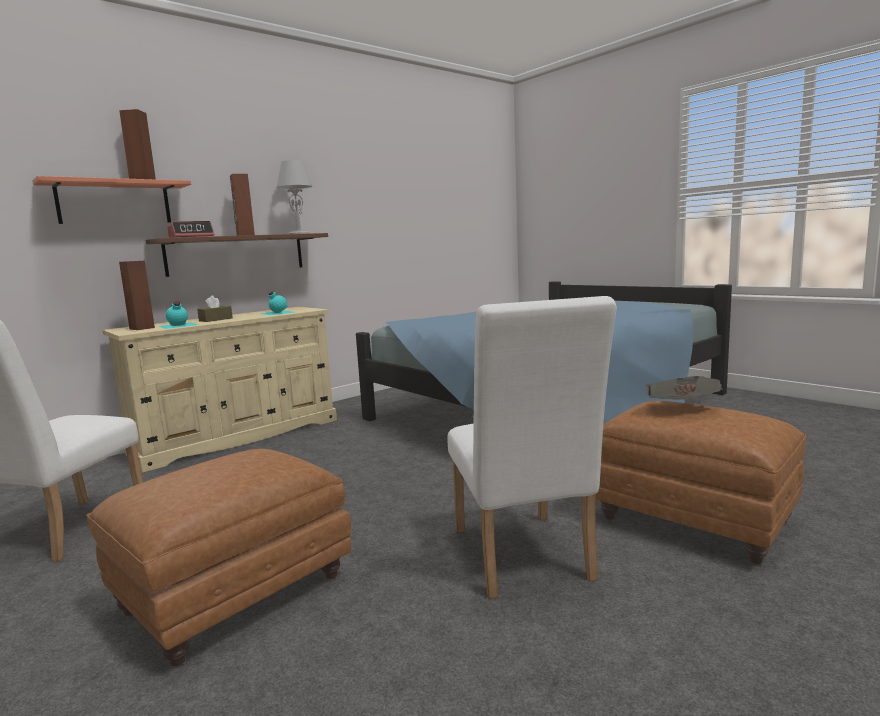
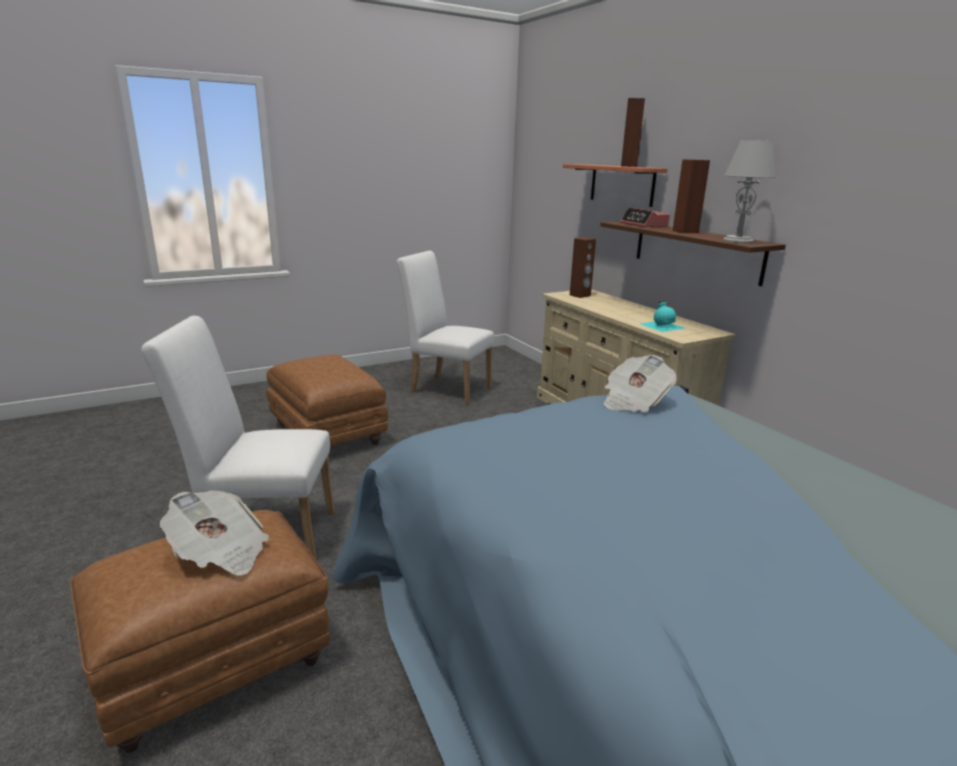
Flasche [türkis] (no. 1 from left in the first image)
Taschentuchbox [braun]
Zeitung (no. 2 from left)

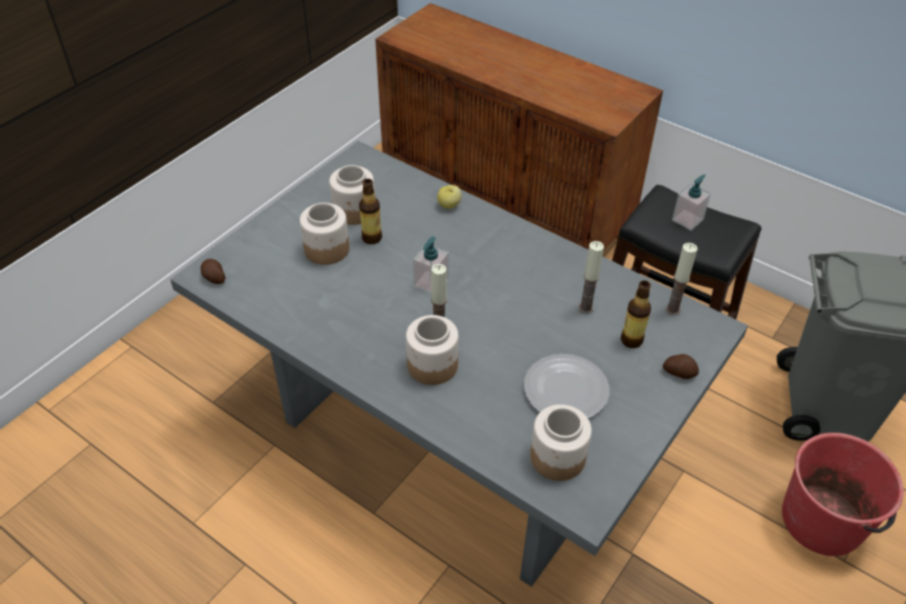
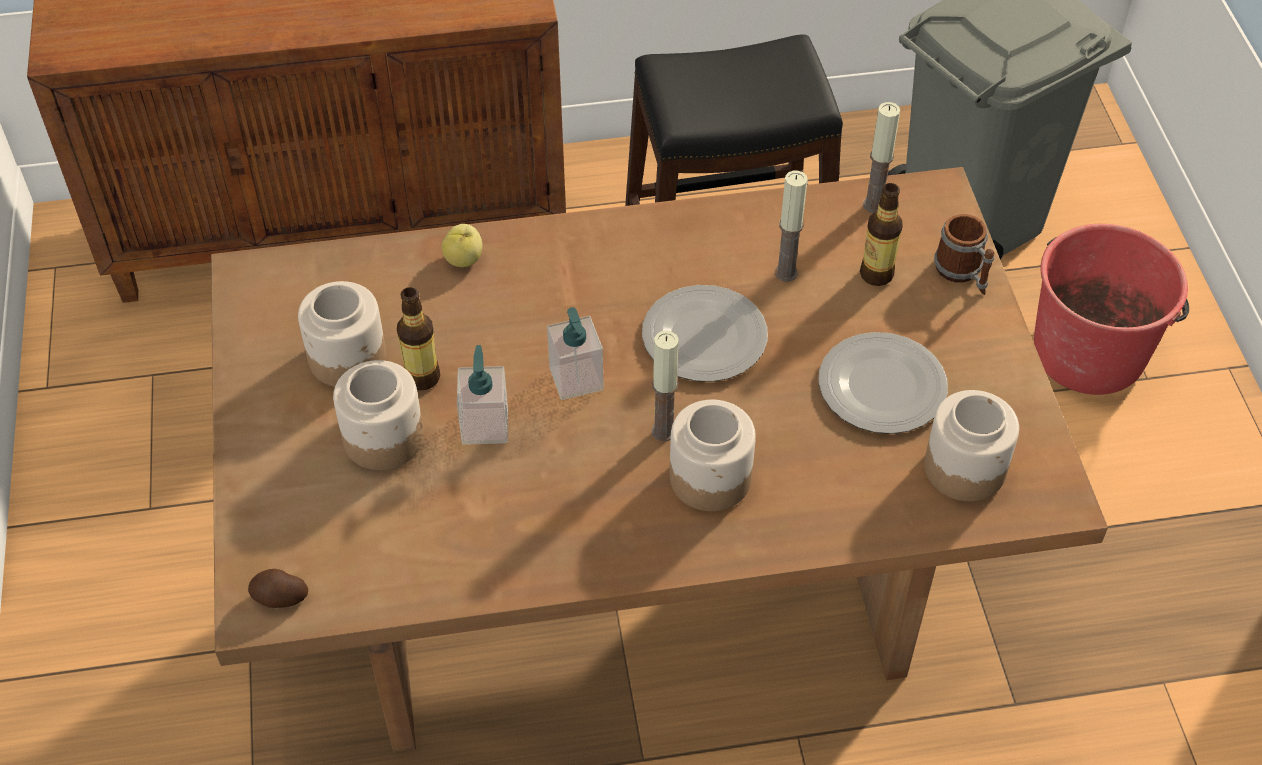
Teller (no. 1 from left)
Seifenspender (no. 1 from left)
Henkelbecher
Esstisch [braun]

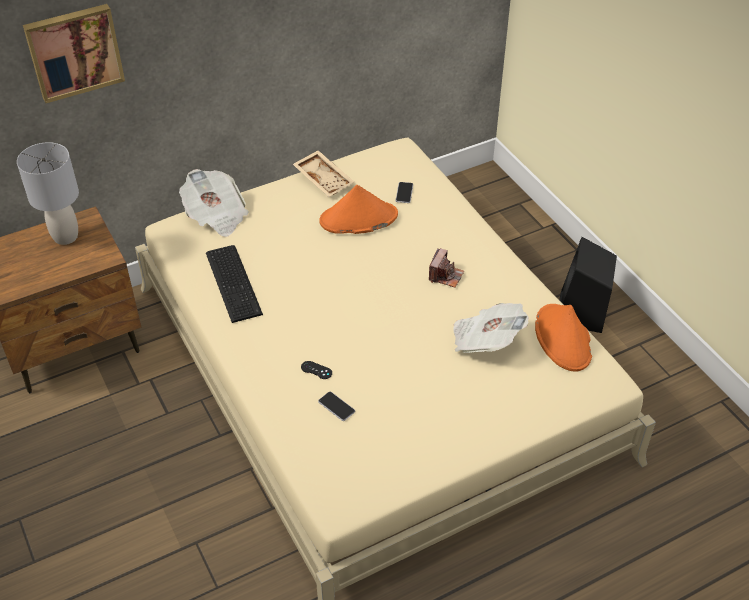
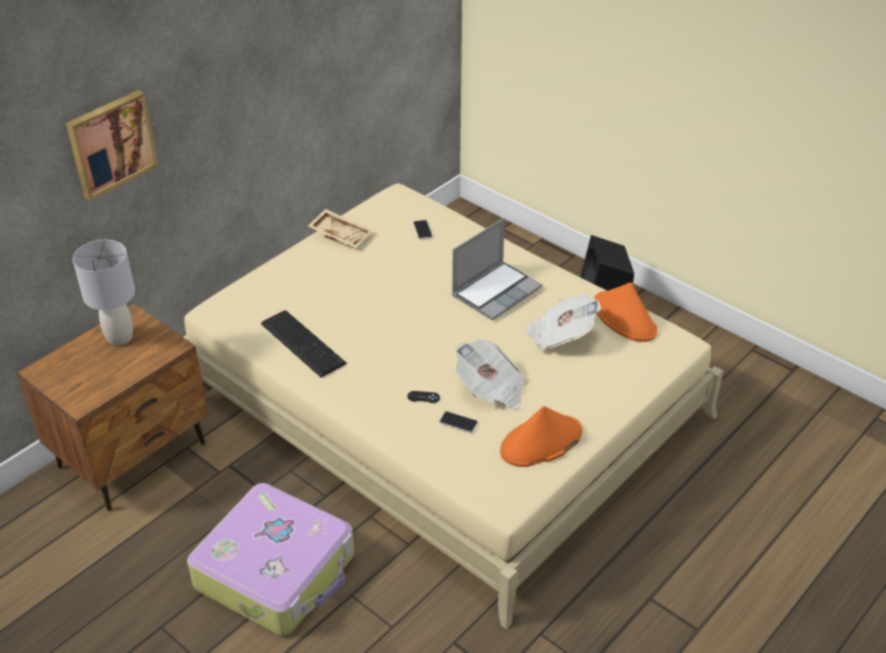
Koffer
Zeitung (no. 1 from left)
Hut [orange] (no. 1 from left)
Laptop

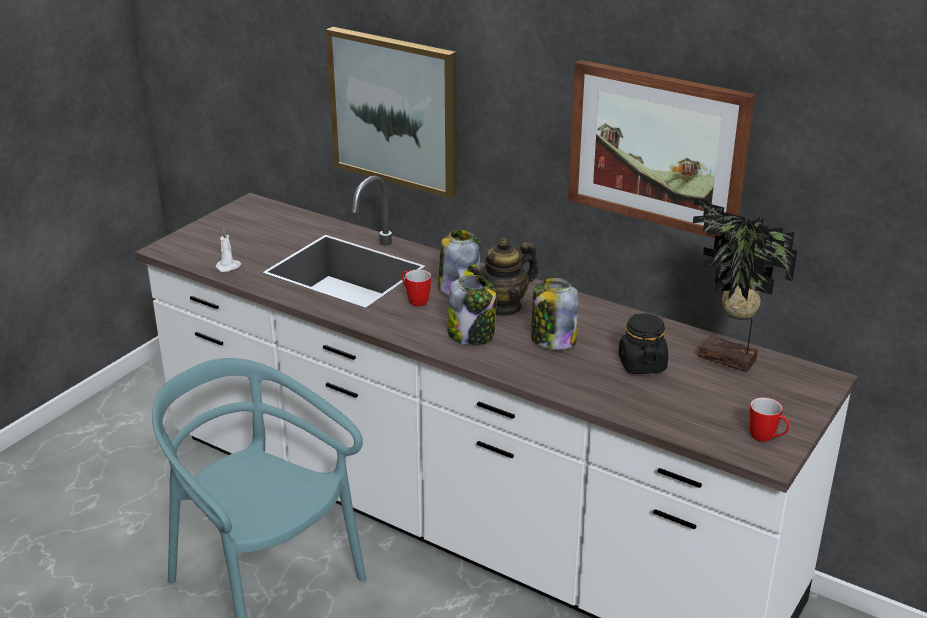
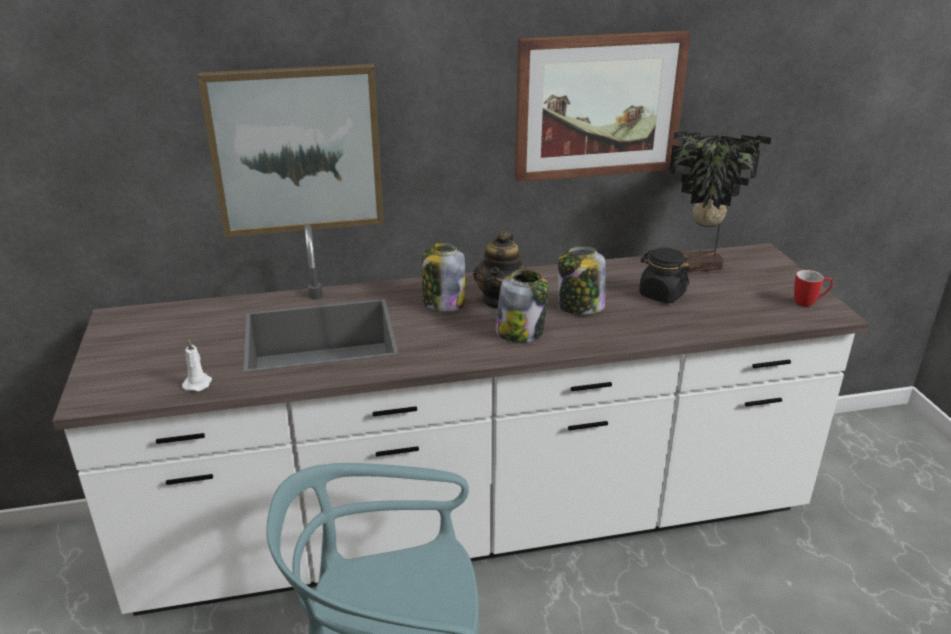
Henkelbecher (no. 1 from left in the first image)

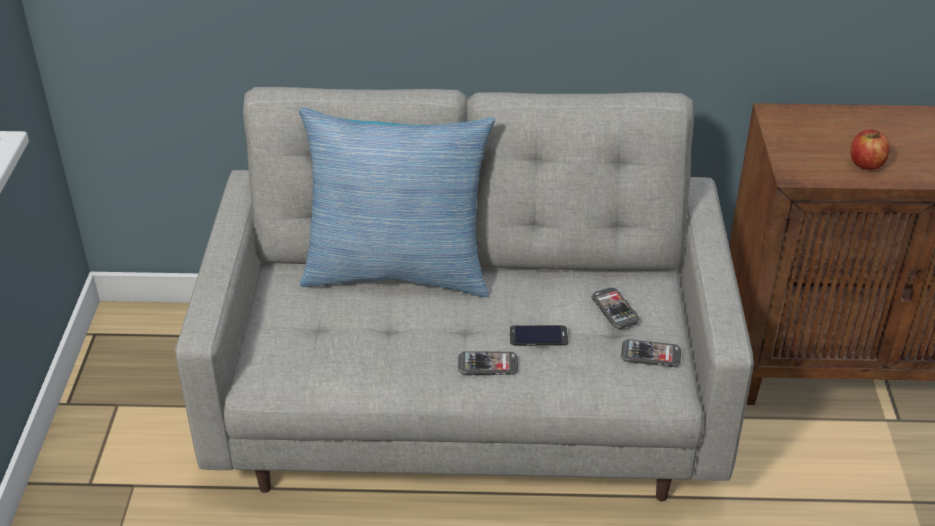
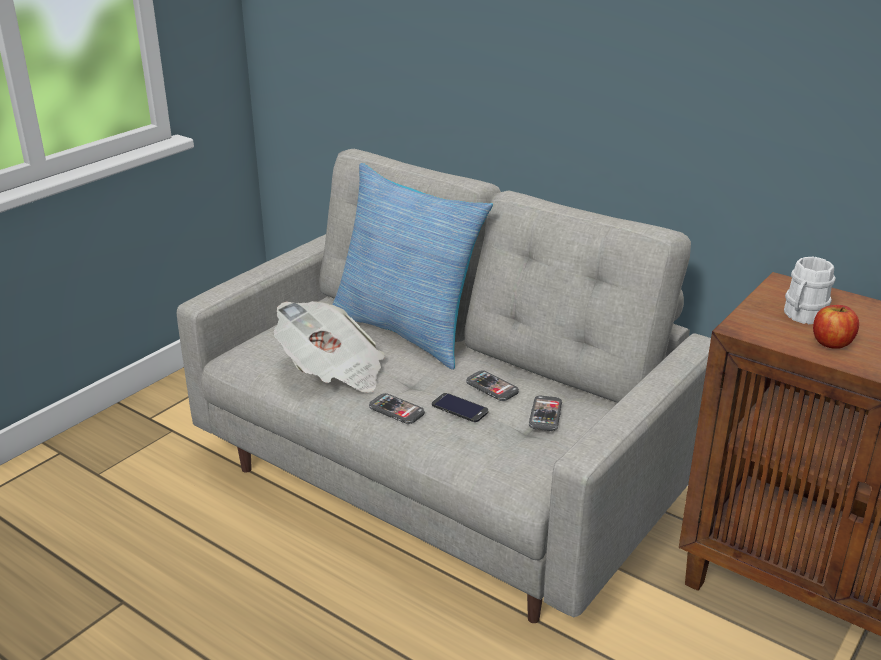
Zeitung
Henkelbecher [weiß]
Handy (no. 3 from left)

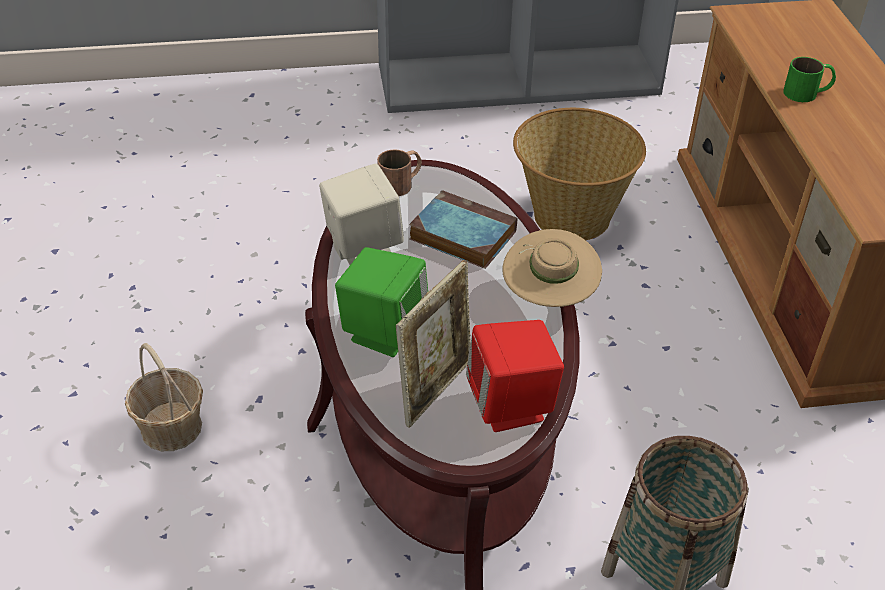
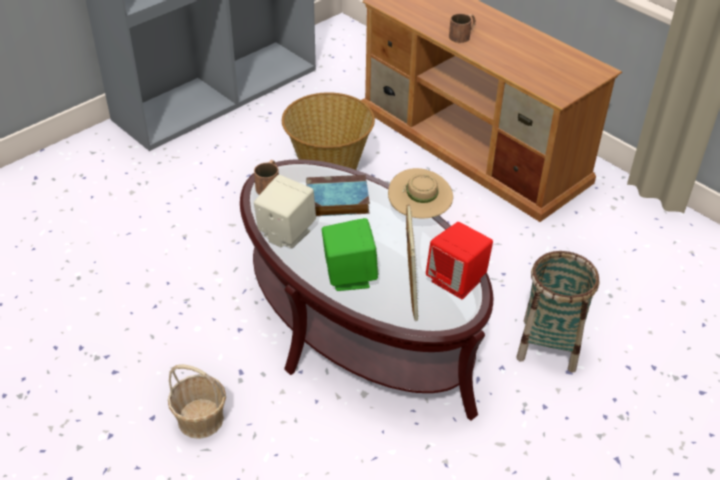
Henkelbecher [braun] (no. 2 from left)

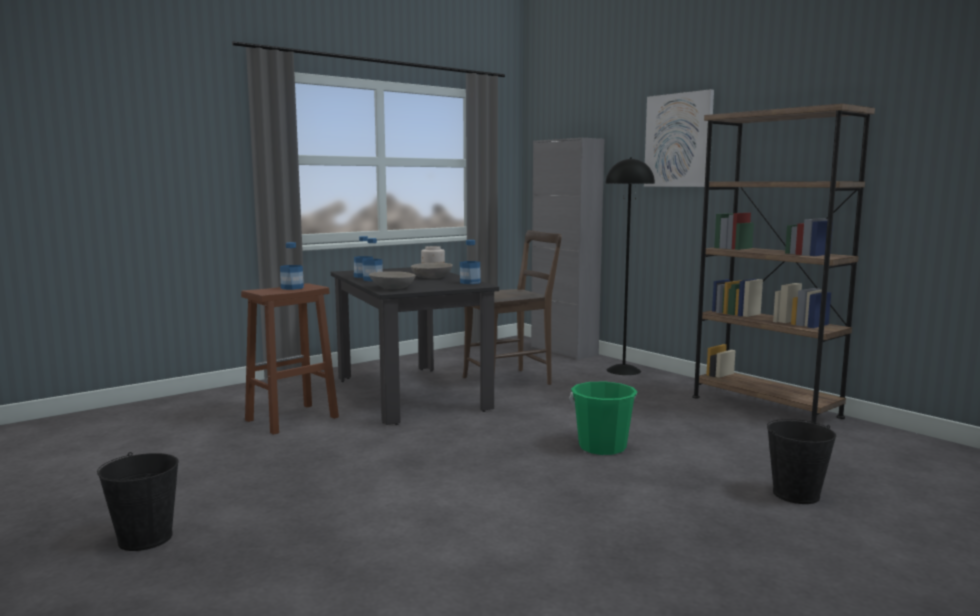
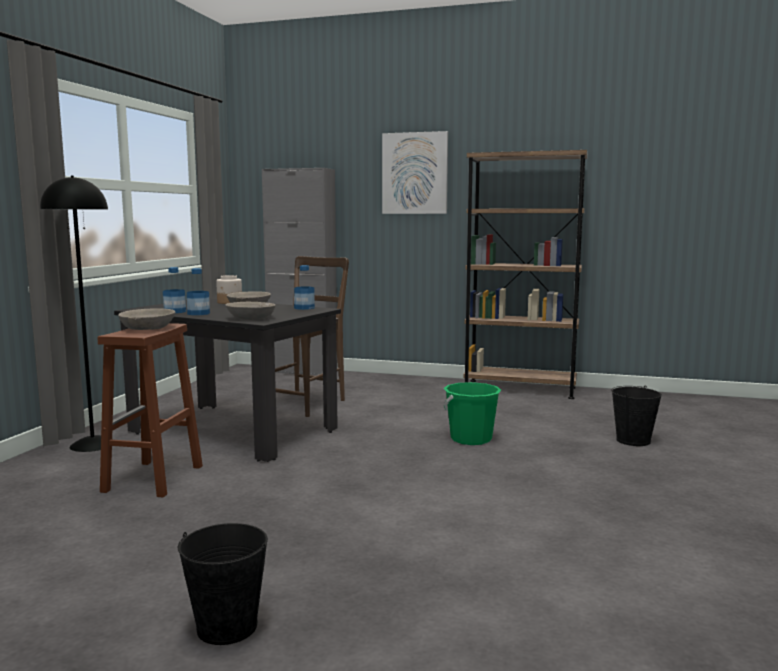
Stehlampe [schwarz]
Schüssel [grau] (no. 1 from left)

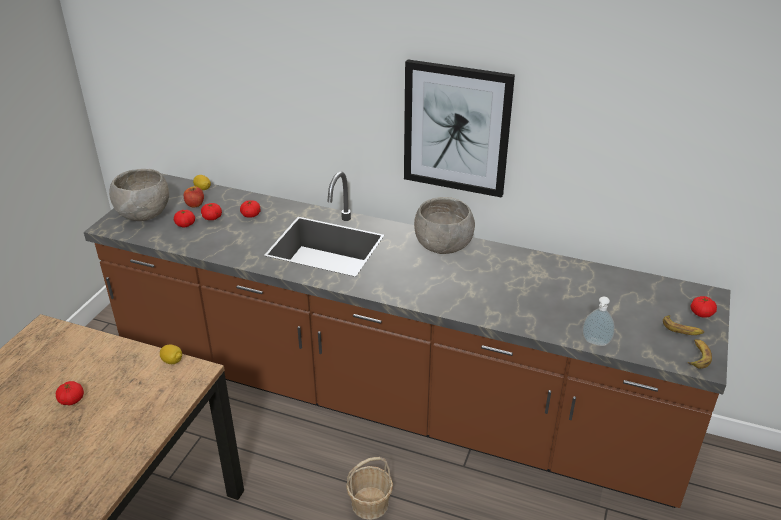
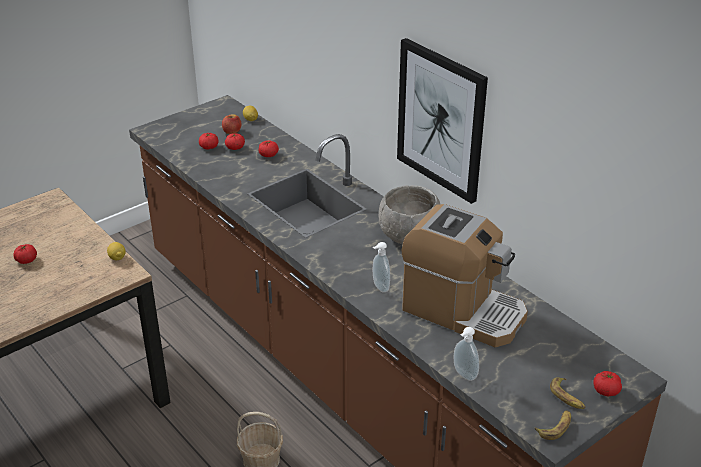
Schüssel [grau] (no. 1 from left in the first image)
Seifenspender (no. 1 from left)
Kaffeemaschine

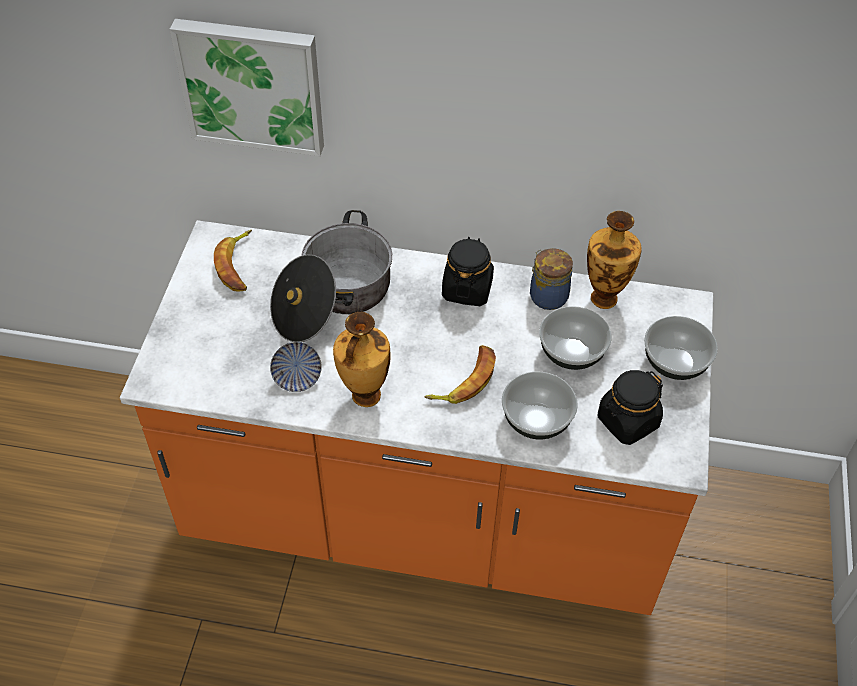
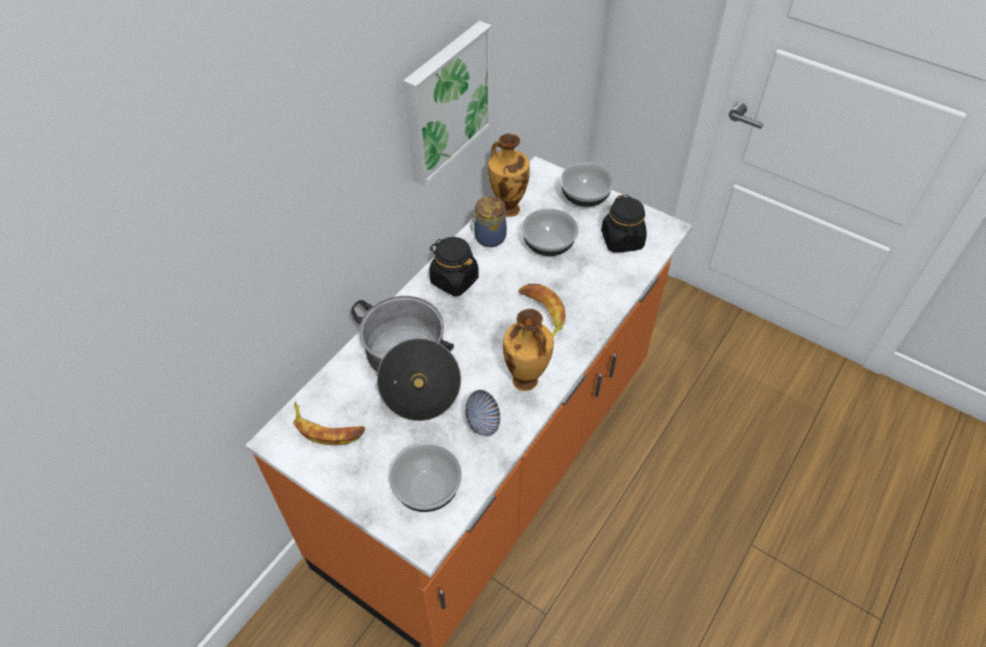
Bild
Schüssel (no. 1 from left)

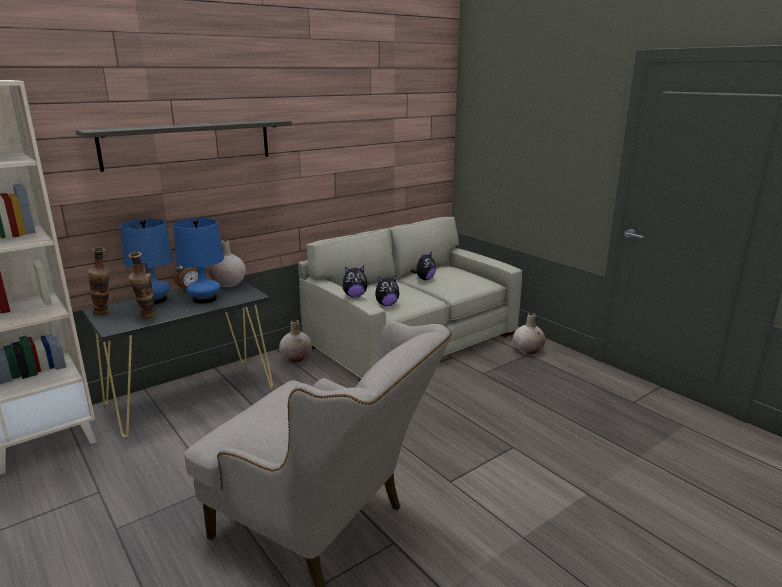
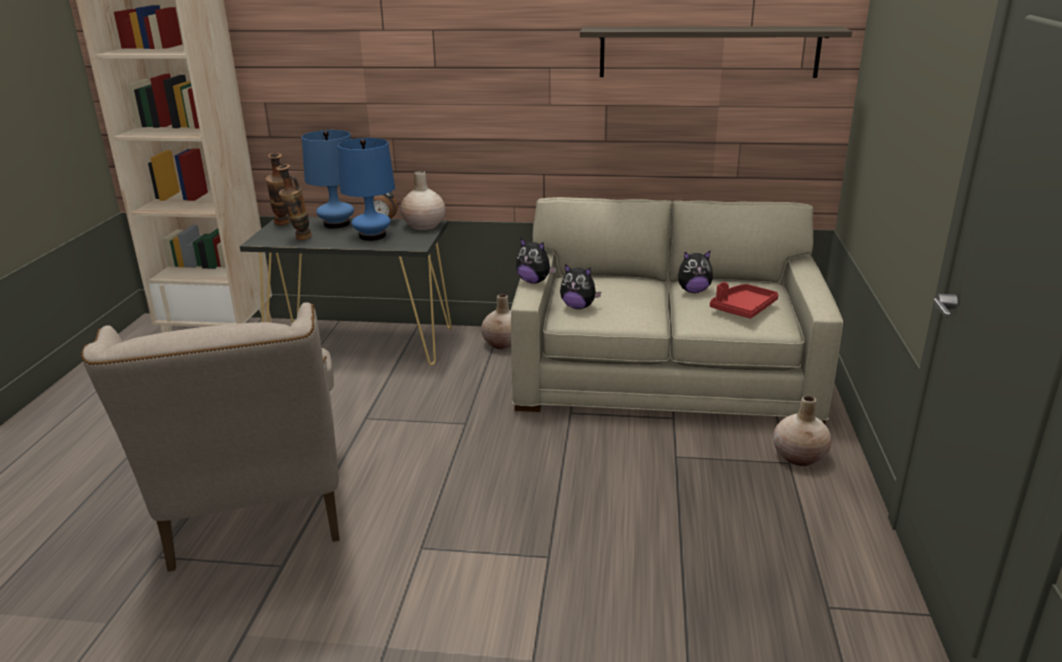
Tablett [rot]
Wandregal

